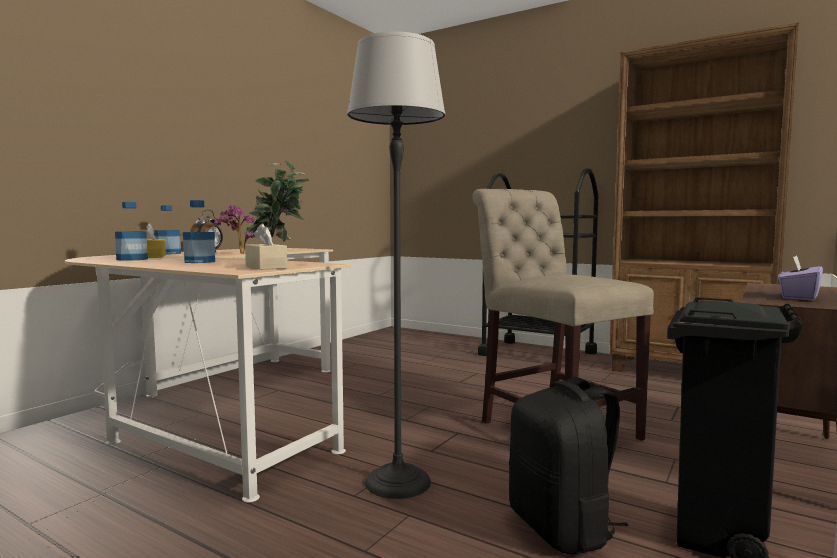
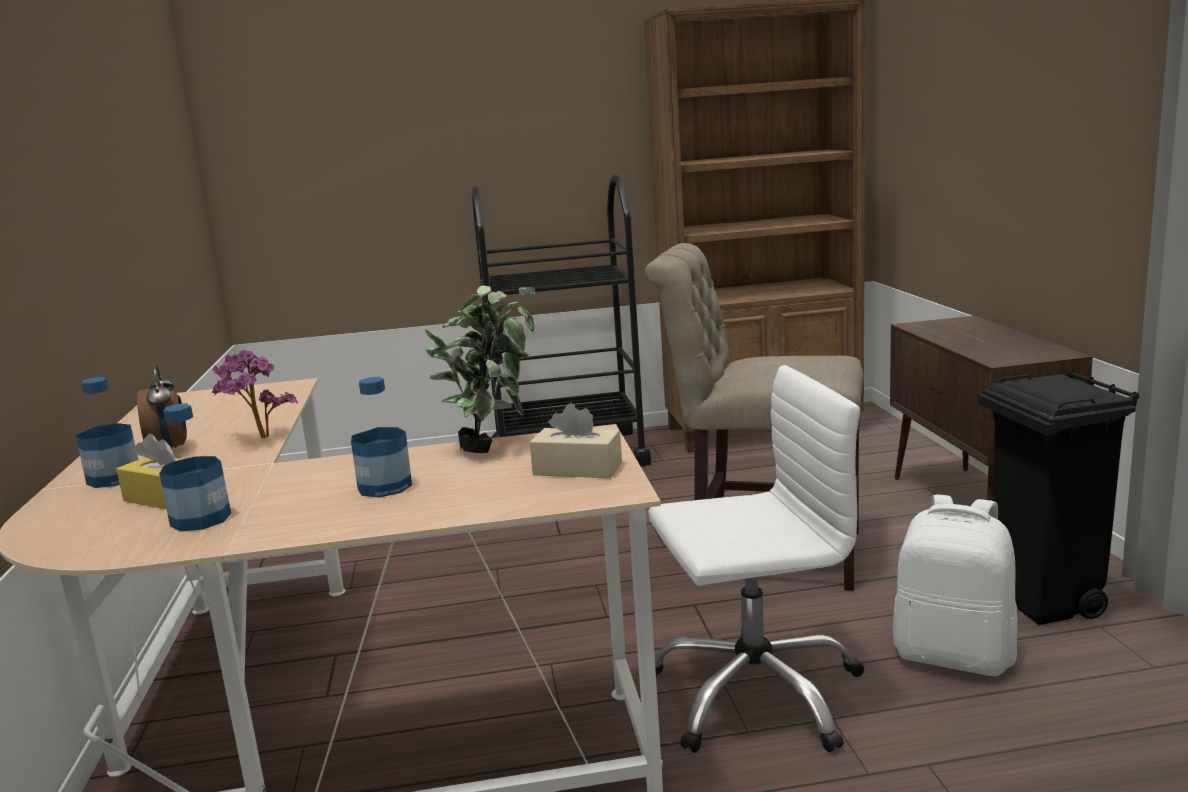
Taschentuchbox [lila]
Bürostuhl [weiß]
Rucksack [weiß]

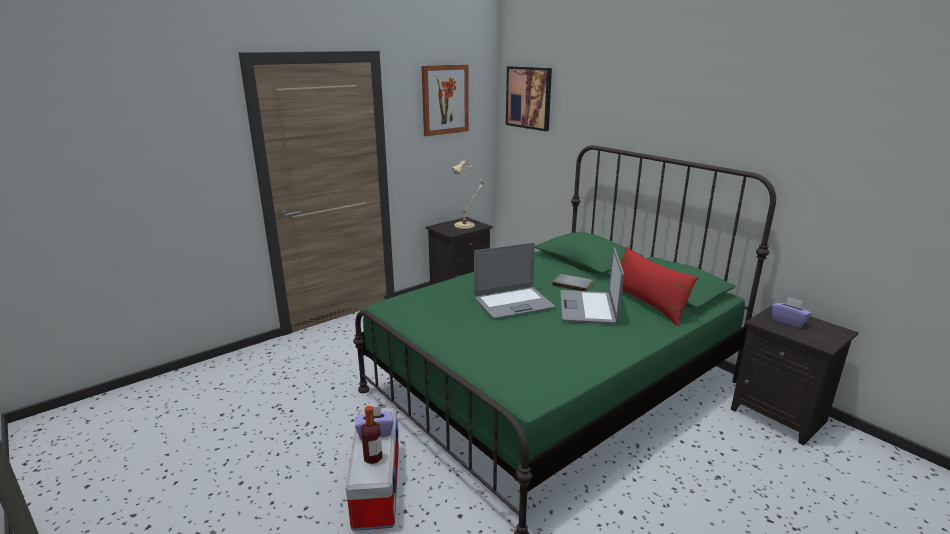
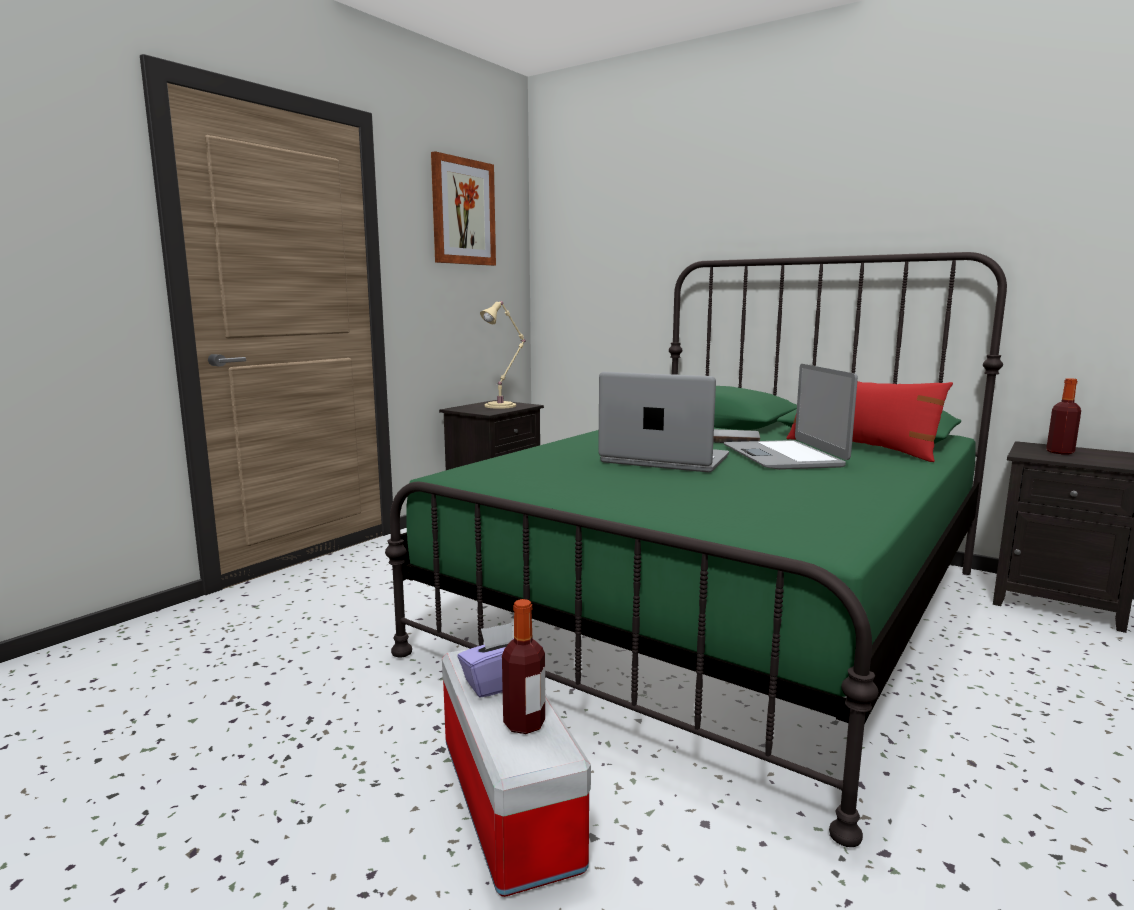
Bild (no. 2 from left in the first image)
Flasche (no. 2 from left)
Laptop (no. 1 from left)

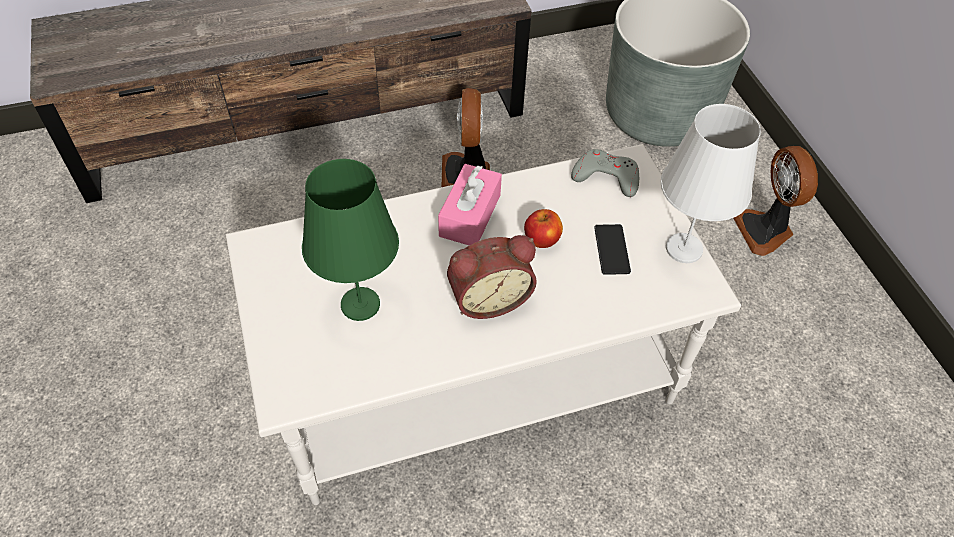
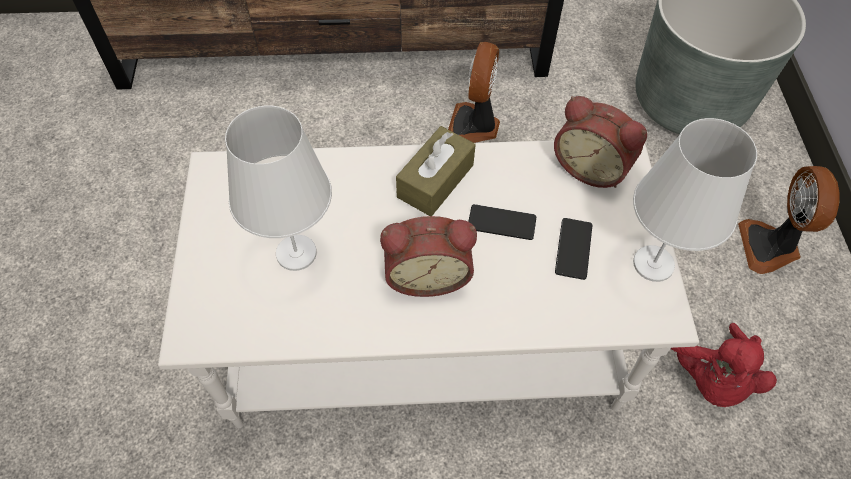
Plüschtier [rot]
Handy (no. 1 from left)
Wecker (no. 2 from left)
Tischlampe [weiß] (no. 1 from left)
Taschentuchbox [braun]

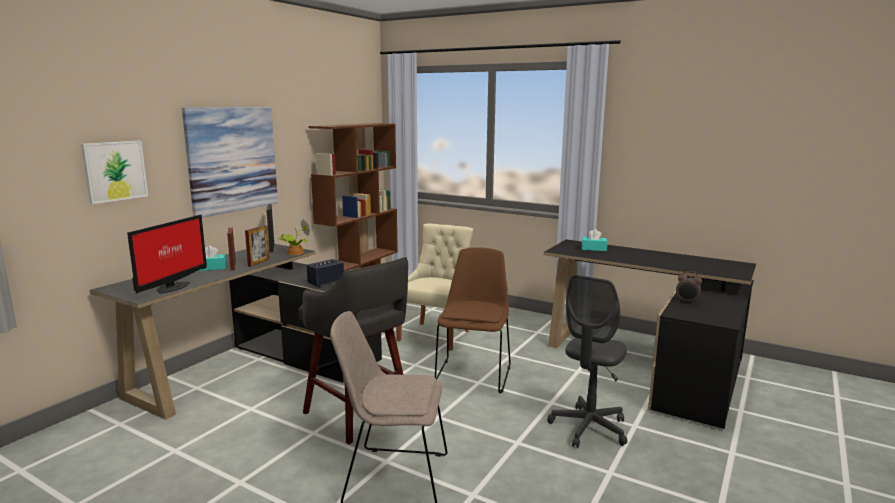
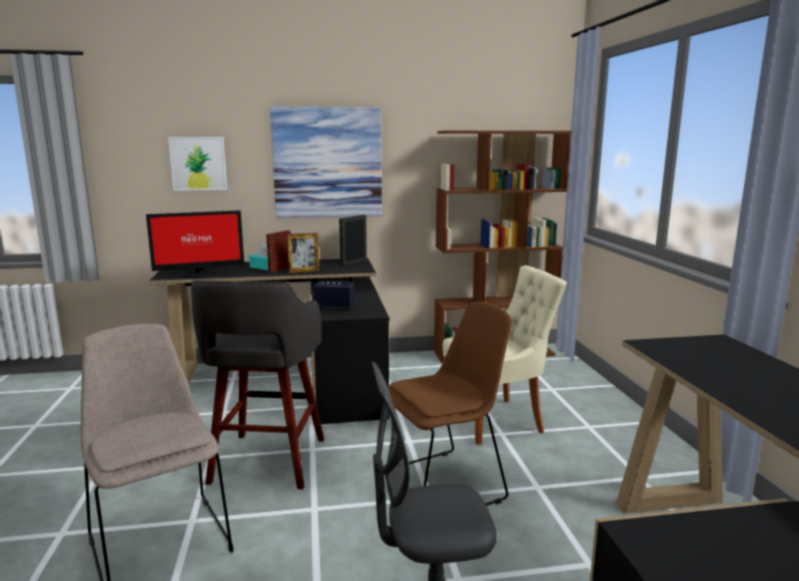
Topfpflanze
Taschentuchbox [türkis] (no. 2 from left in the first image)
Wecker

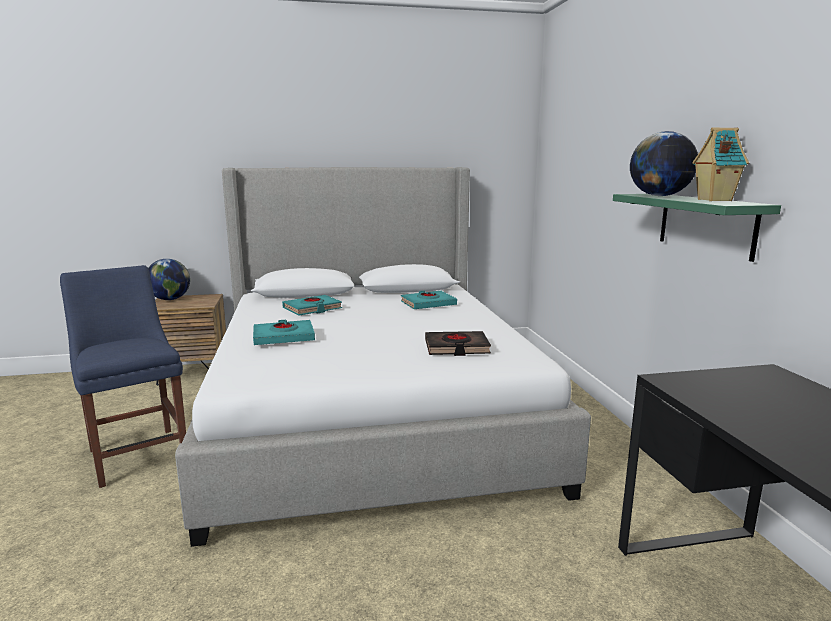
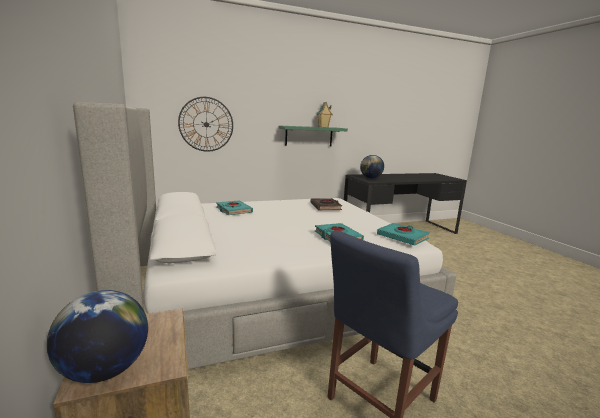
Wanduhr
Buch [türkis] (no. 3 from left)
Globus (no. 2 from left)

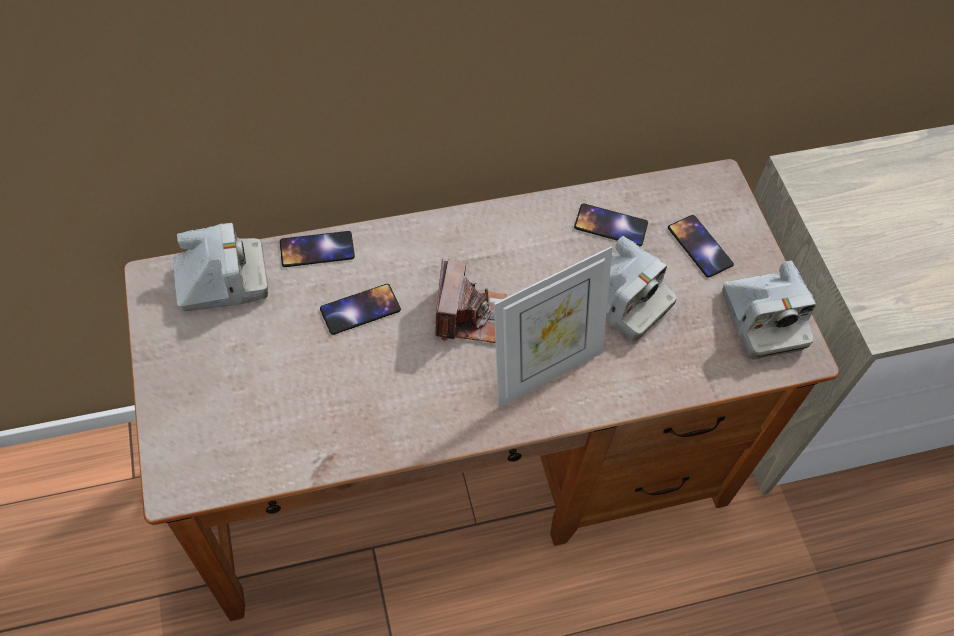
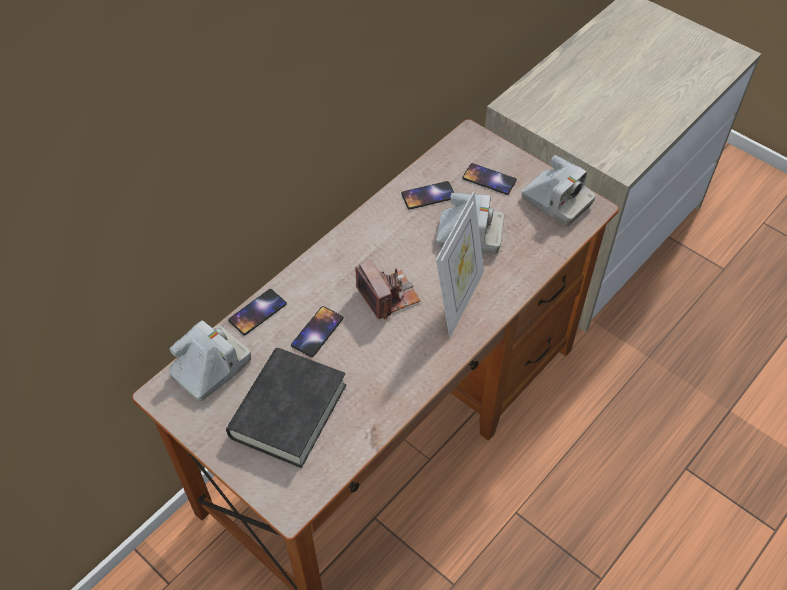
Buch [schwarz]

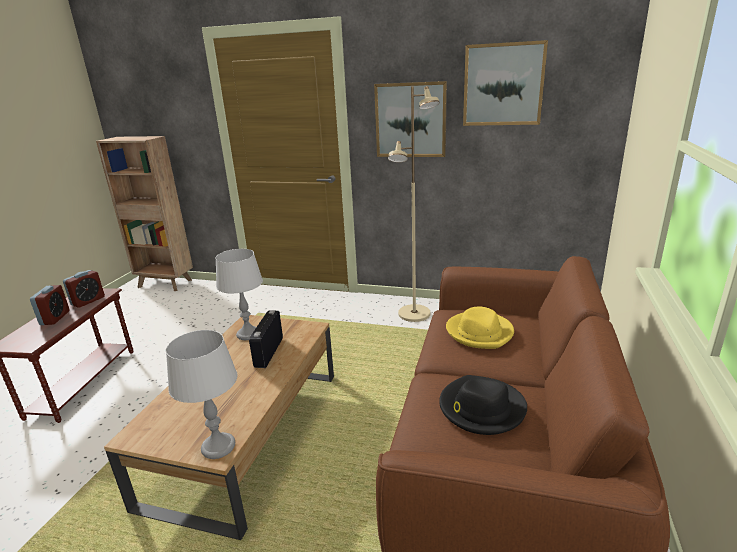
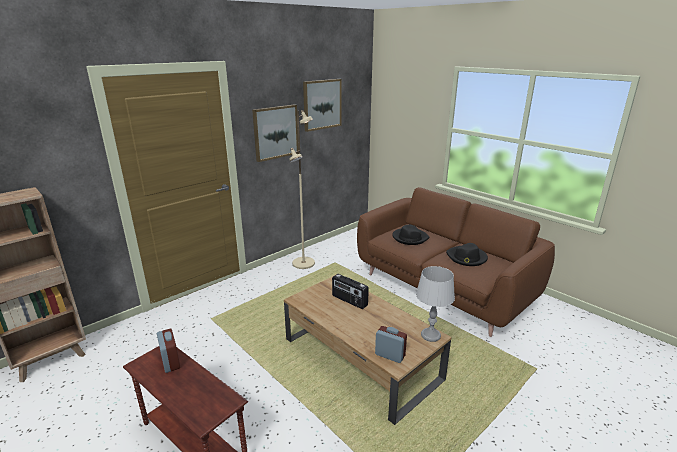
Tischlampe [grau] (no. 2 from left in the first image)
Wecker (no. 2 from left)
Hut [schwarz] (no. 1 from left)

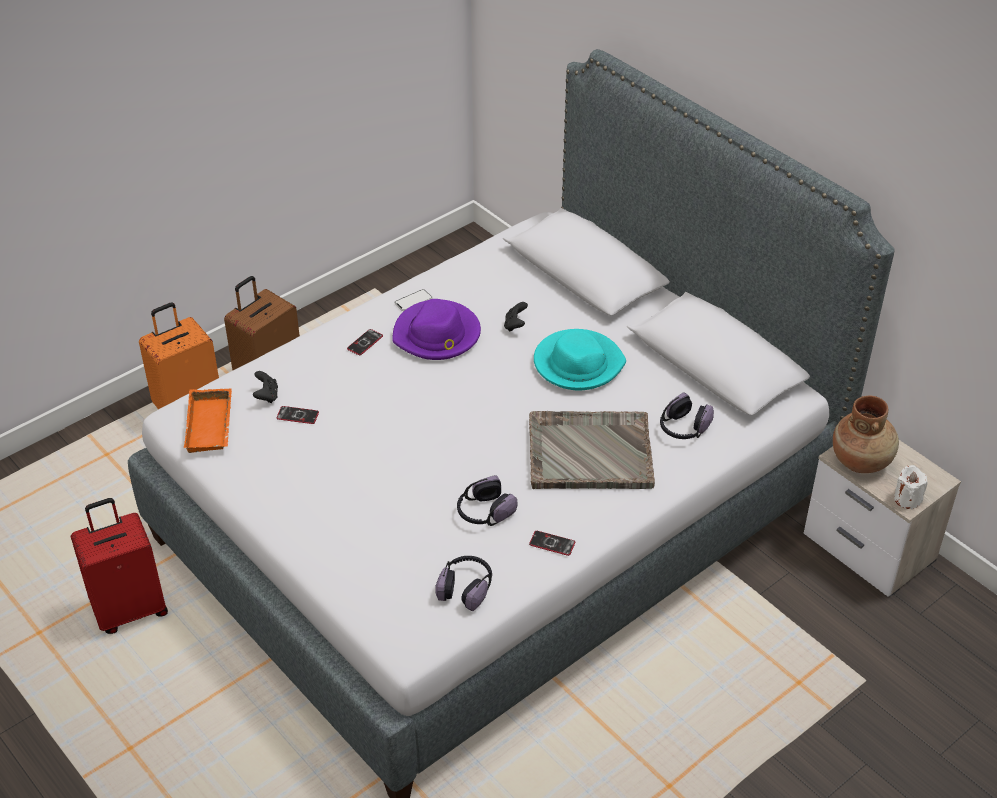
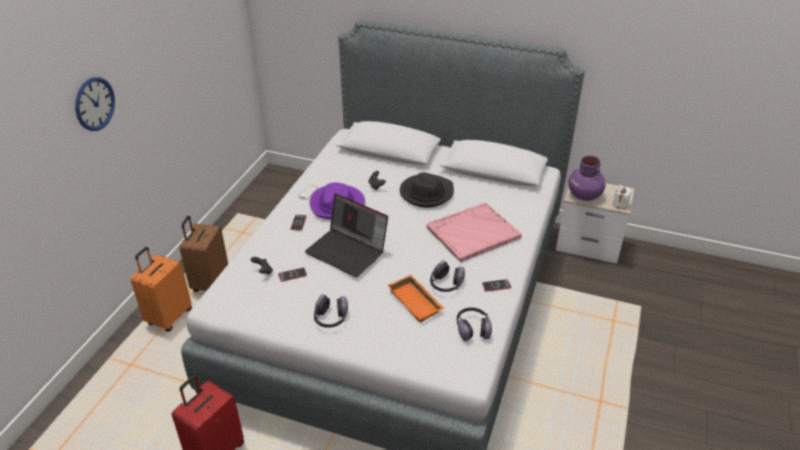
Wanduhr
Laptop
Tablett [orange]
Kopfhörer (no. 1 from left)
Tablett [rosa]
Hut [schwarz]
Vase [lila]

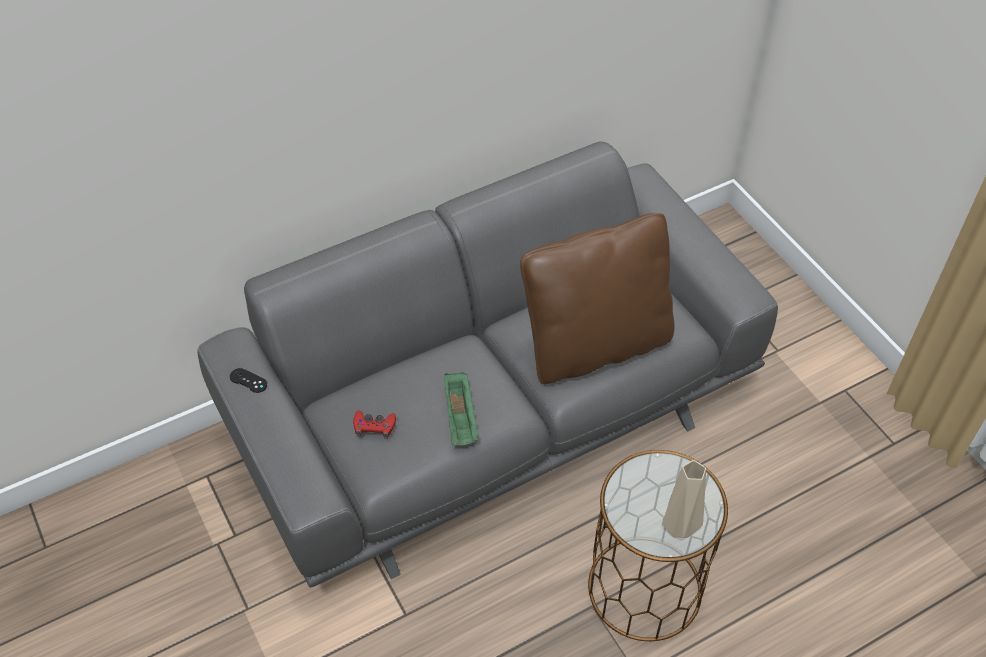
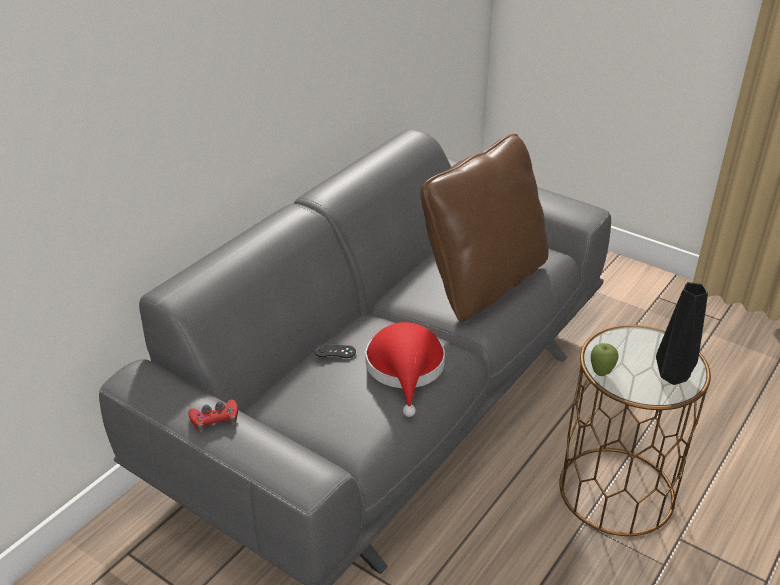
Apfel
Gamepad [schwarz]
Gamepad [rot]
Hut [rot]
Vase [schwarz]

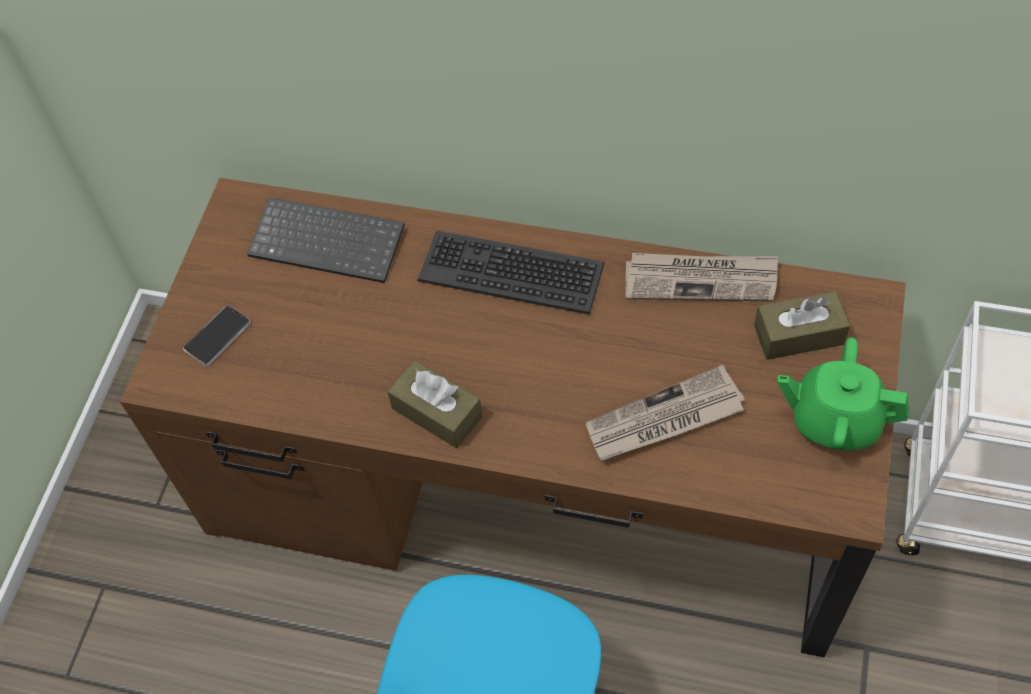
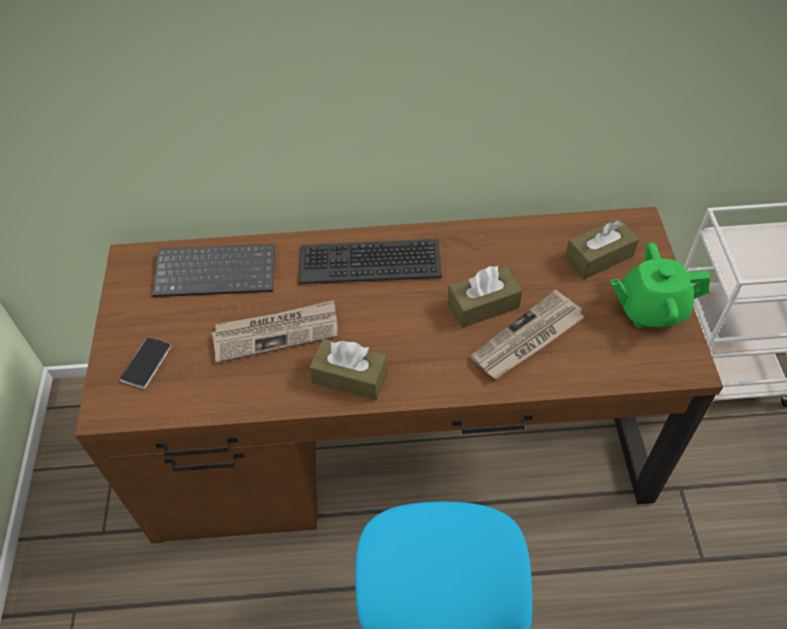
Taschentuchbox [braun] (no. 2 from left)
Zeitung (no. 1 from left)

